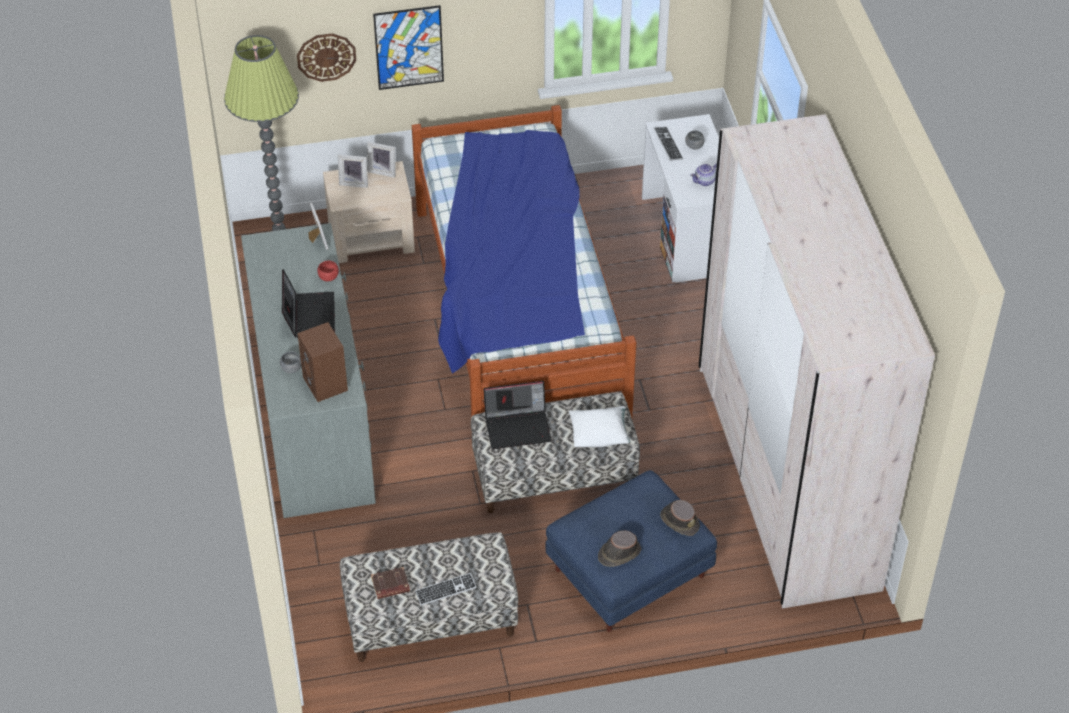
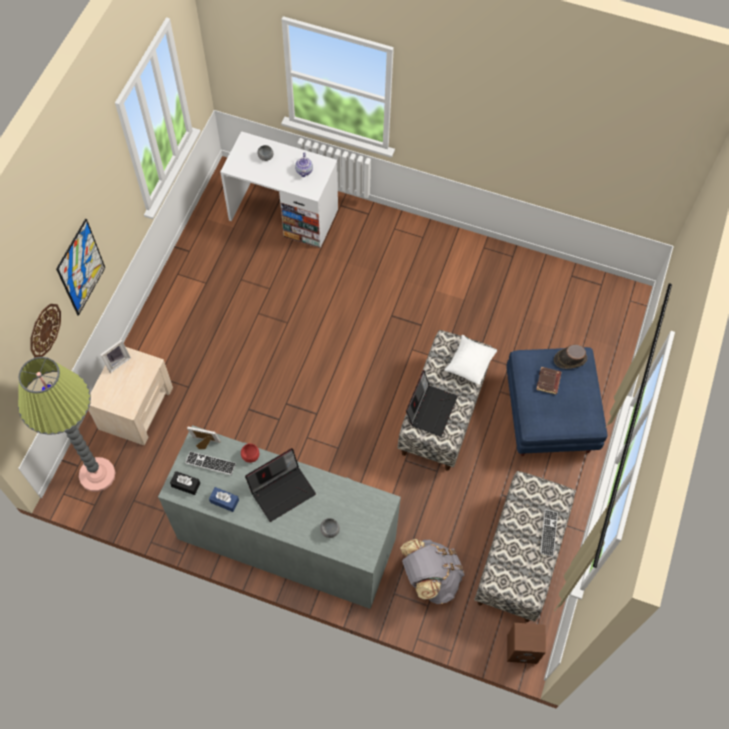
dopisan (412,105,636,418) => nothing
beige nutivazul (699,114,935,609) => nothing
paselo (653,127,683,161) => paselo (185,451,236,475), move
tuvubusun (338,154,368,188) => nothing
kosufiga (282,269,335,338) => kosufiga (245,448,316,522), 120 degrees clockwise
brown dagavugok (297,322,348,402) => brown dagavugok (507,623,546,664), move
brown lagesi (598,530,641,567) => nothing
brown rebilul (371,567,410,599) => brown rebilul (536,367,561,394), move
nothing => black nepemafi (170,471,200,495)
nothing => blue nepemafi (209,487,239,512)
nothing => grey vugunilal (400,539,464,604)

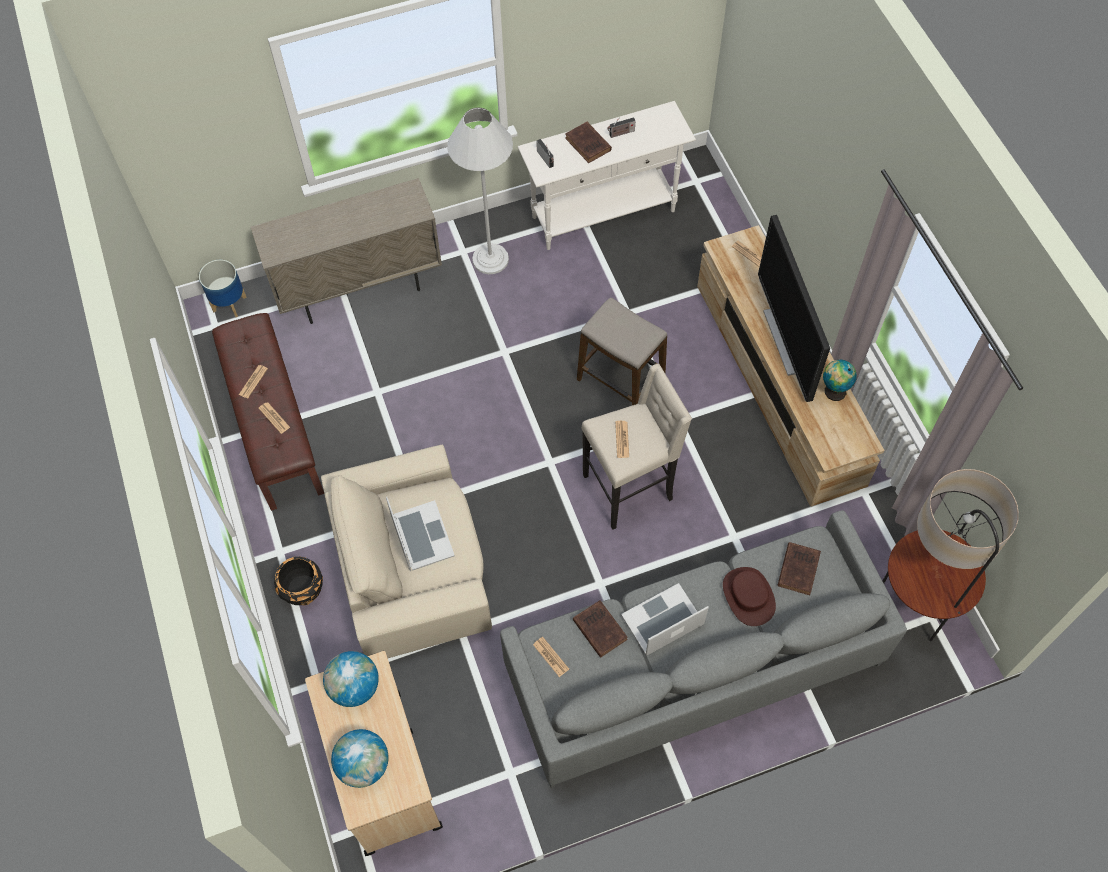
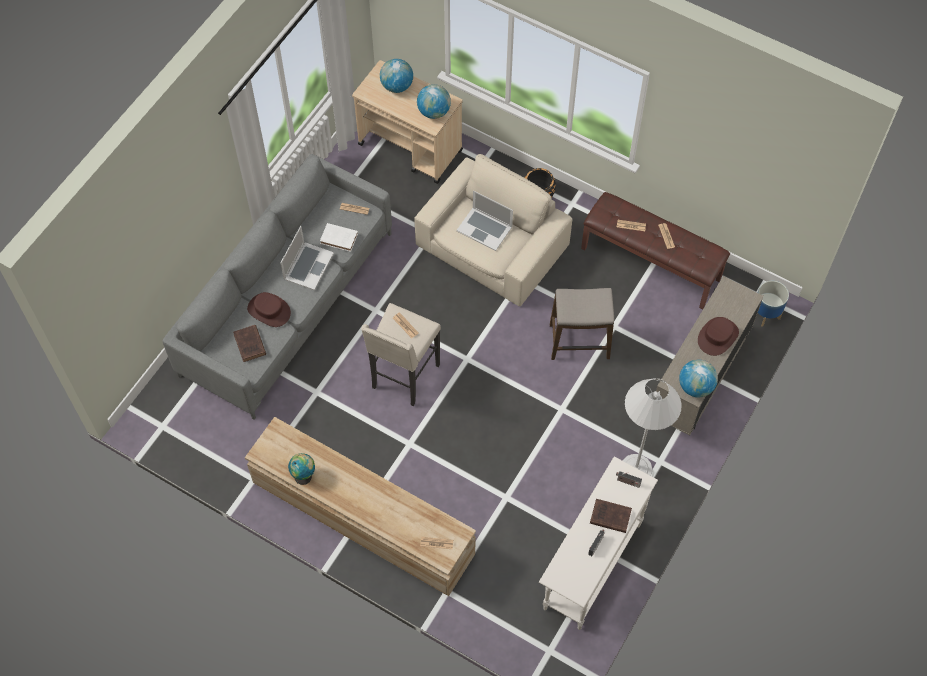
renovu (758,215,830,402) => nothing
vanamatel (577,298,667,405) => vanamatel (550,288,614,360), move
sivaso (882,469,1019,641) => nothing
brown rebilul (573,600,628,658) => white rebilul (320,223,358,252)
nothing => brown lagesi (698,317,739,356)
nothing => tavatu (679,360,718,397)

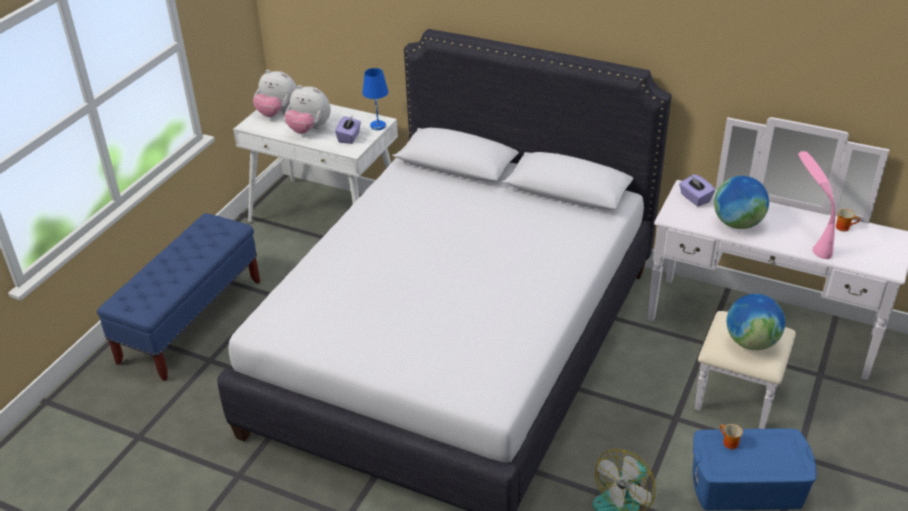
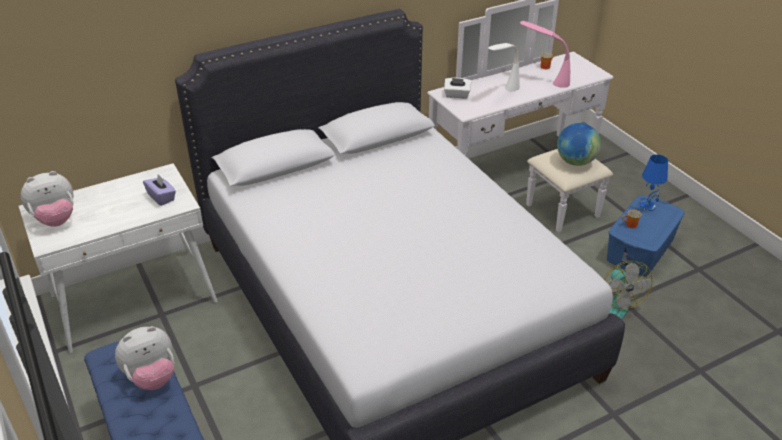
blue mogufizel (362,68,388,130) => blue mogufizel (640,154,668,211), move
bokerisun (284,85,331,134) => bokerisun (115,326,174,390), move
purple nepemafi (679,174,715,206) => white nepemafi (444,78,471,99)
tavatu (714,176,769,229) => white mogufizel (488,43,520,92)

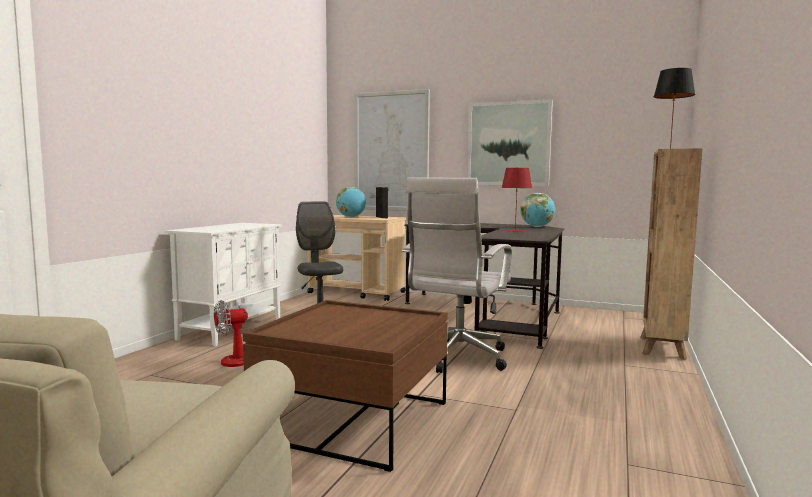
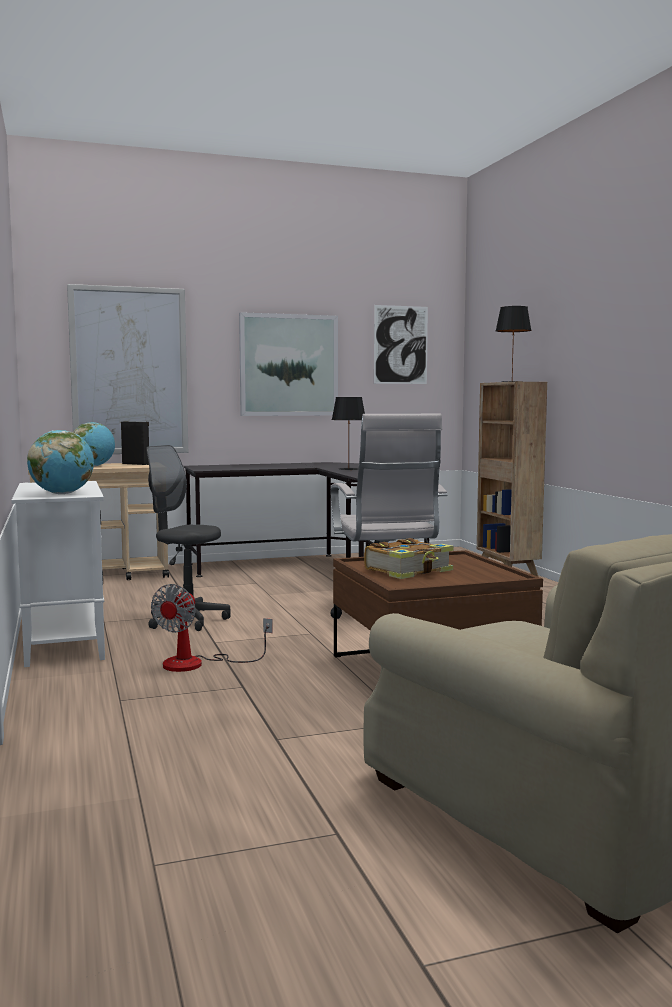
red mogufizel (502,168,532,232) => black mogufizel (332,397,365,470)
tavatu (520,193,555,227) => tavatu (27,430,94,494), move
nothing => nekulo (374,305,428,384)
nothing => rebilul (364,538,454,579)

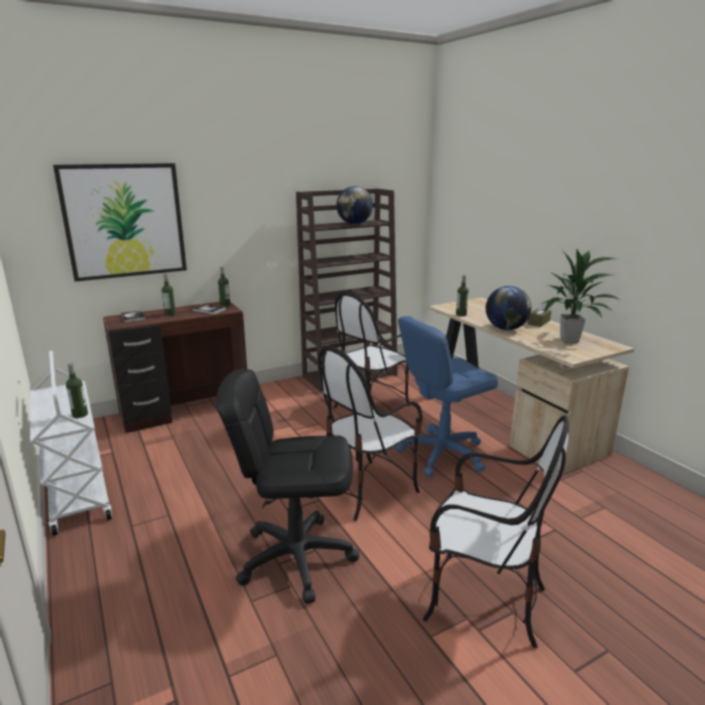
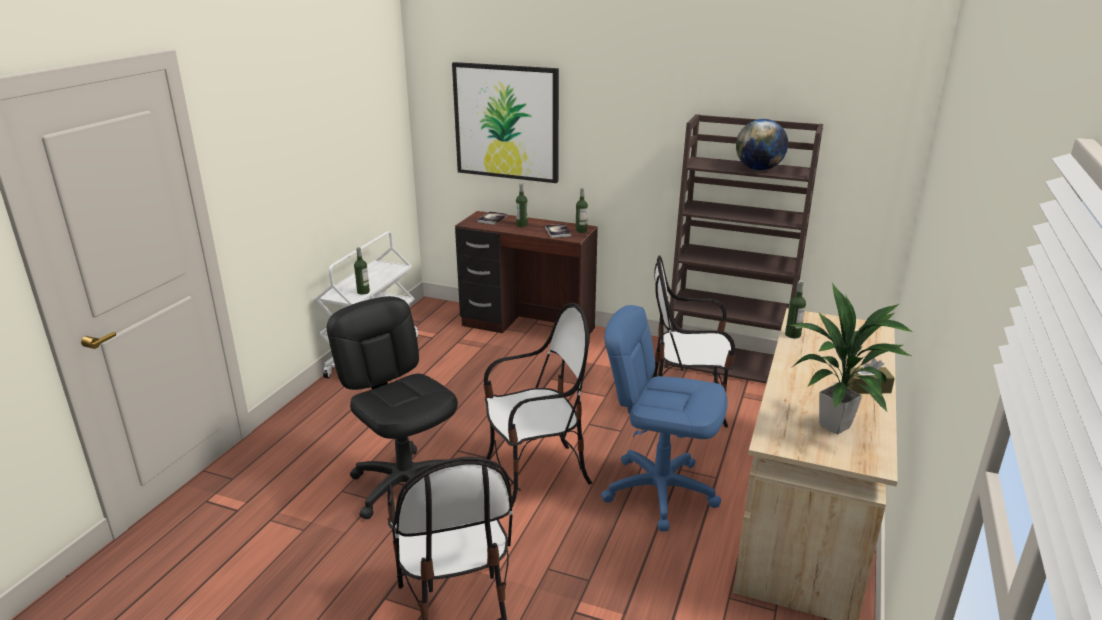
tavatu (486,286,531,330) => nothing
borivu (318,346,423,521) => borivu (483,303,592,507), 150 degrees clockwise

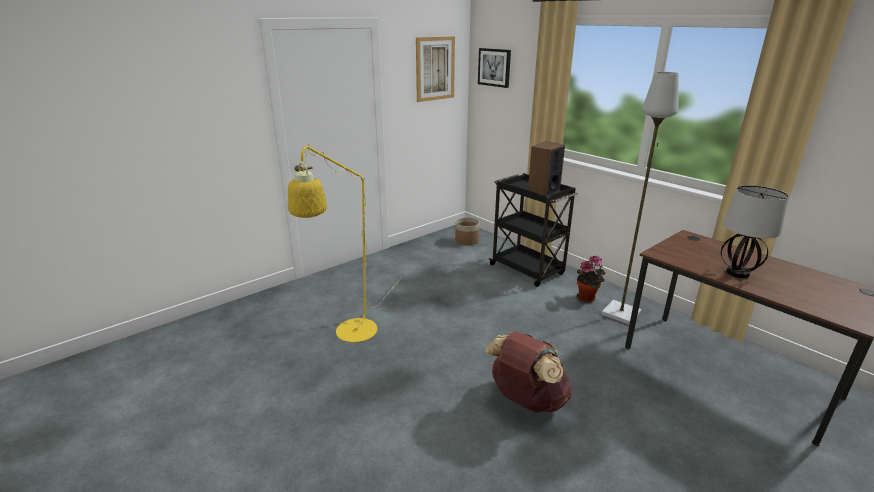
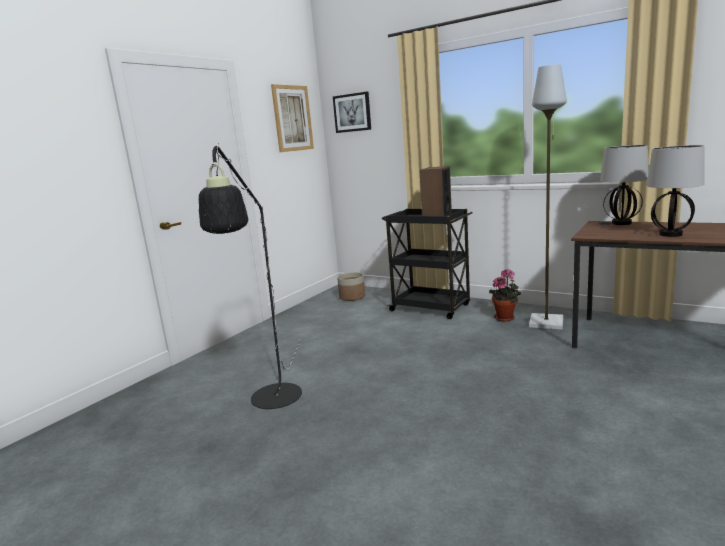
yellow sivaso (288,144,401,342) => black sivaso (199,143,302,409)
brown vugunilal (485,332,572,412) => nothing
nothing => mogufizel (600,145,649,225)

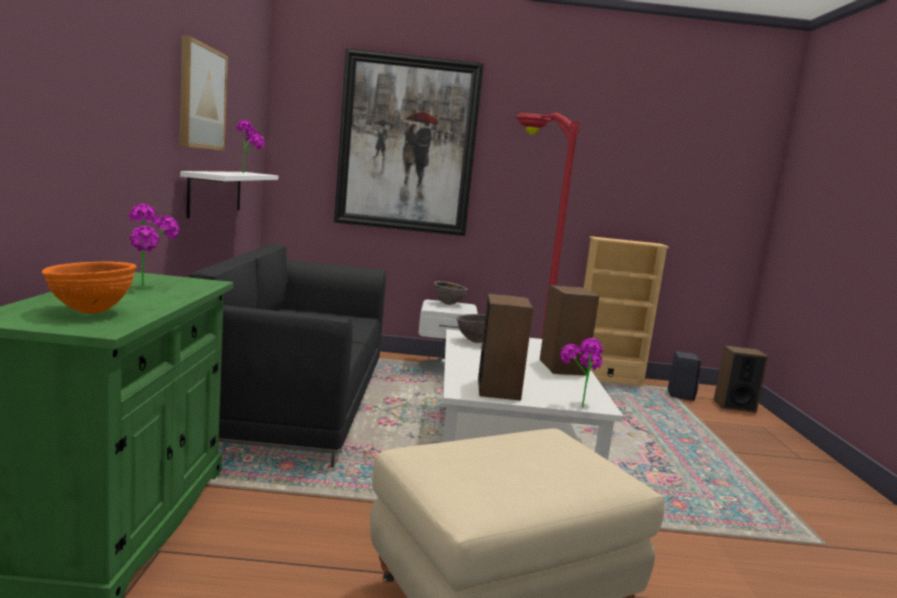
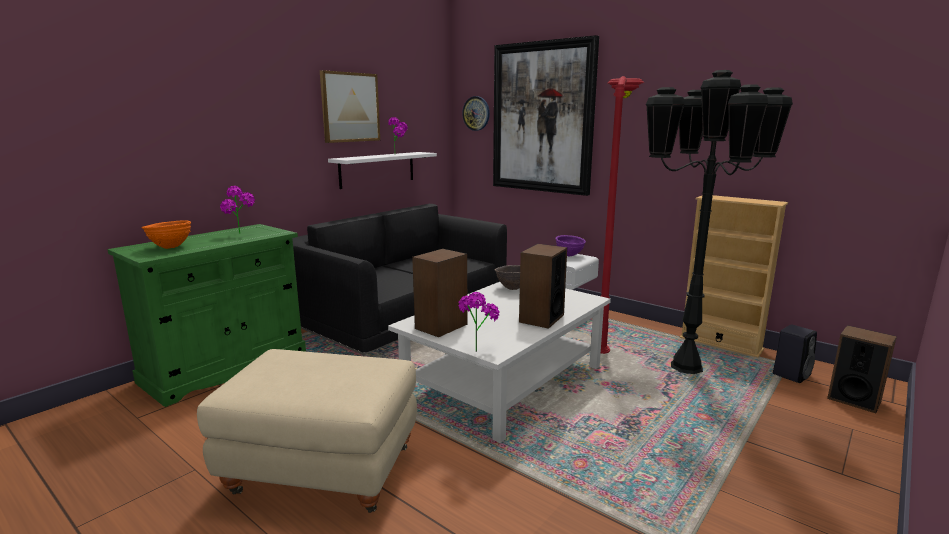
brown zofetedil (434,281,468,305) => purple zofetedil (555,235,586,256)
nothing => black sivaso (646,70,793,374)
nothing => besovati (462,96,490,131)

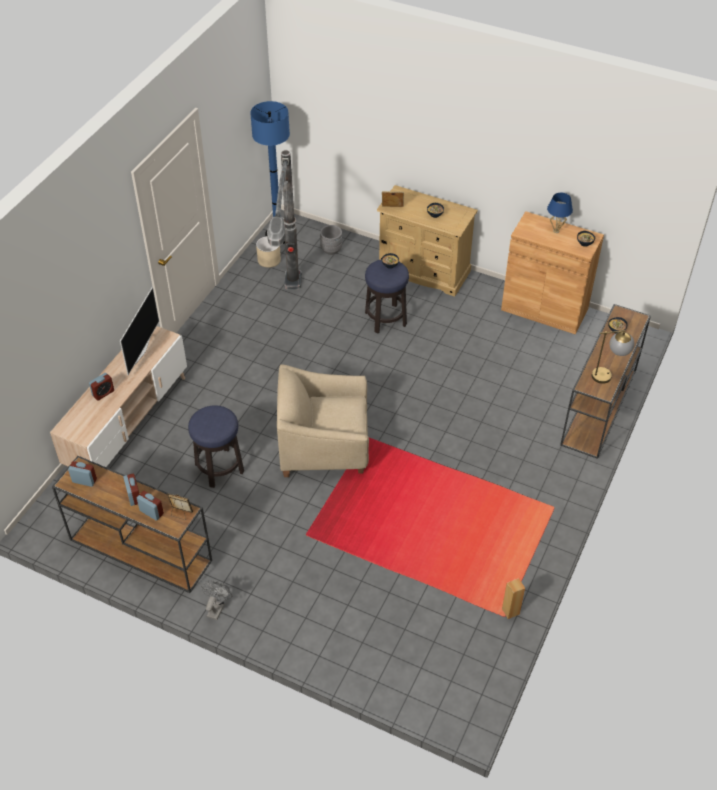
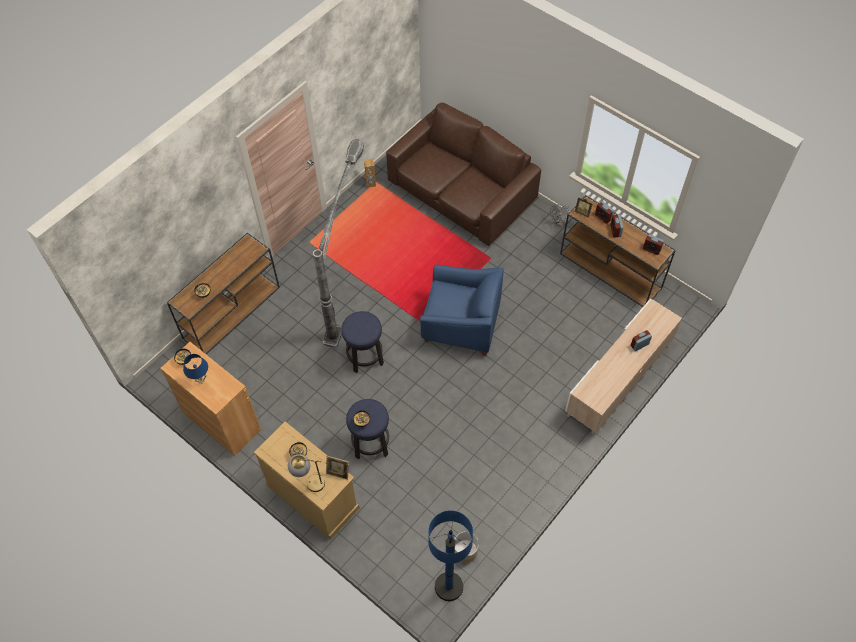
sivaso (267,150,302,290) => sivaso (313,139,364,348), move
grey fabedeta (320,225,342,255) => nothing
renovu (120,287,159,375) => nothing
mogufizel (592,330,634,384) => mogufizel (288,454,325,492), move
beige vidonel (277,364,369,477) => blue vidonel (420,264,504,356)
vanamatel (188,405,244,488) => vanamatel (341,311,384,373), move
nothing => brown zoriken (386,103,541,246)

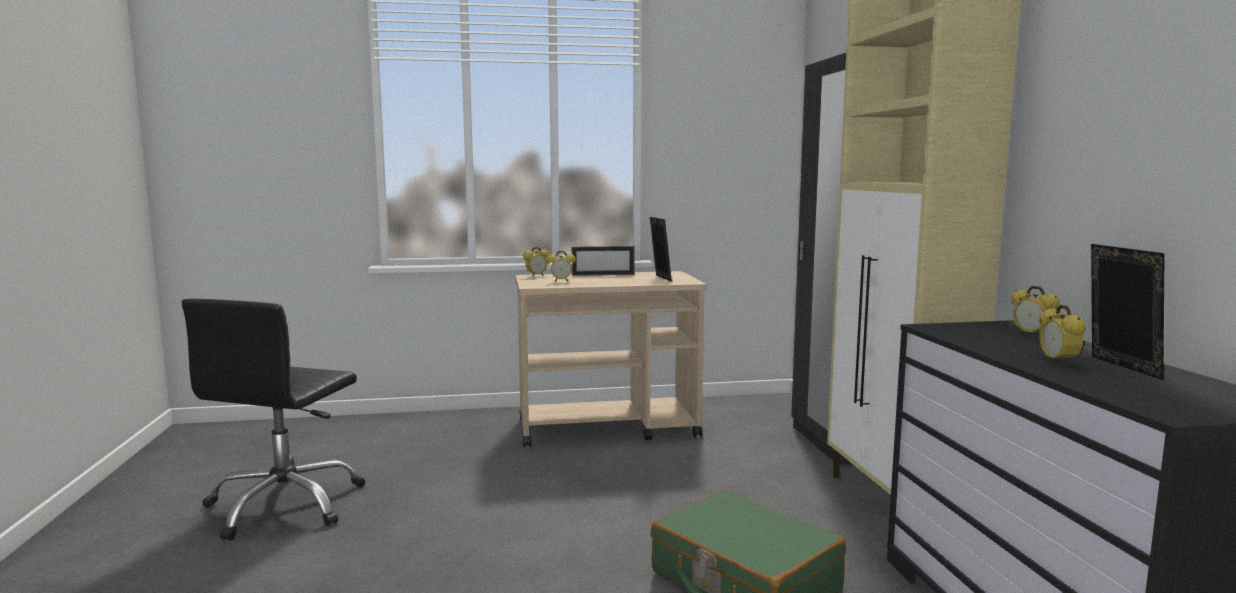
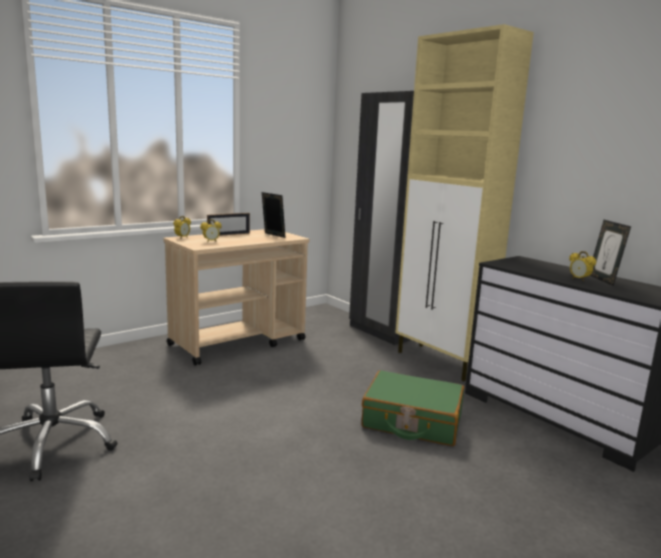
tuvubusun (1091,244,1165,380) => tuvubusun (590,220,631,286), 150 degrees counterclockwise
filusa (1011,286,1060,338) => nothing

